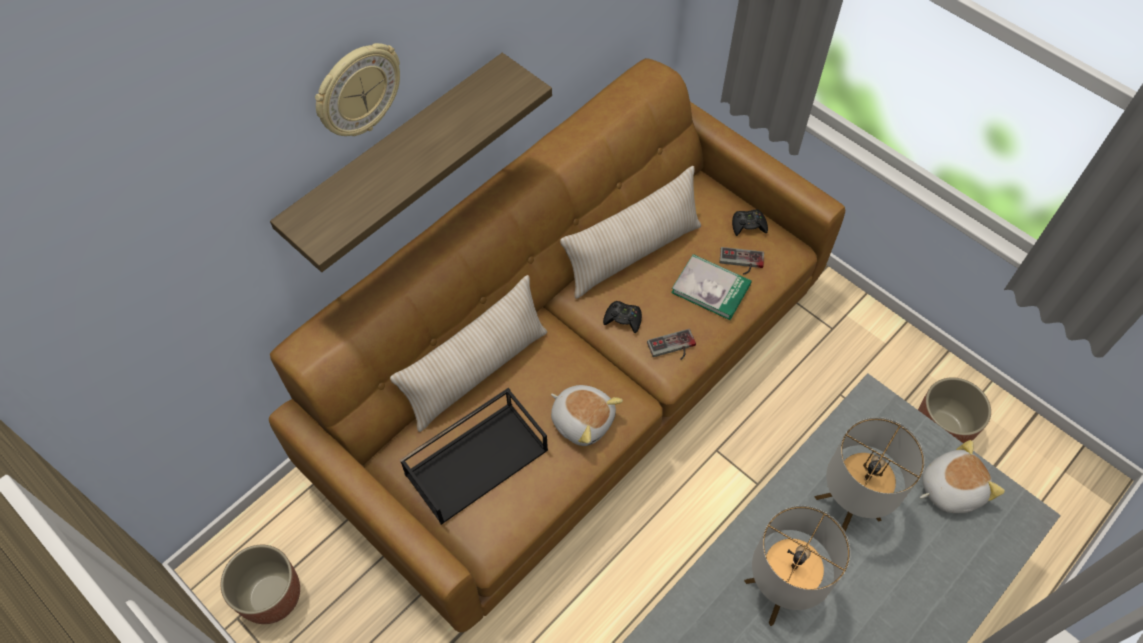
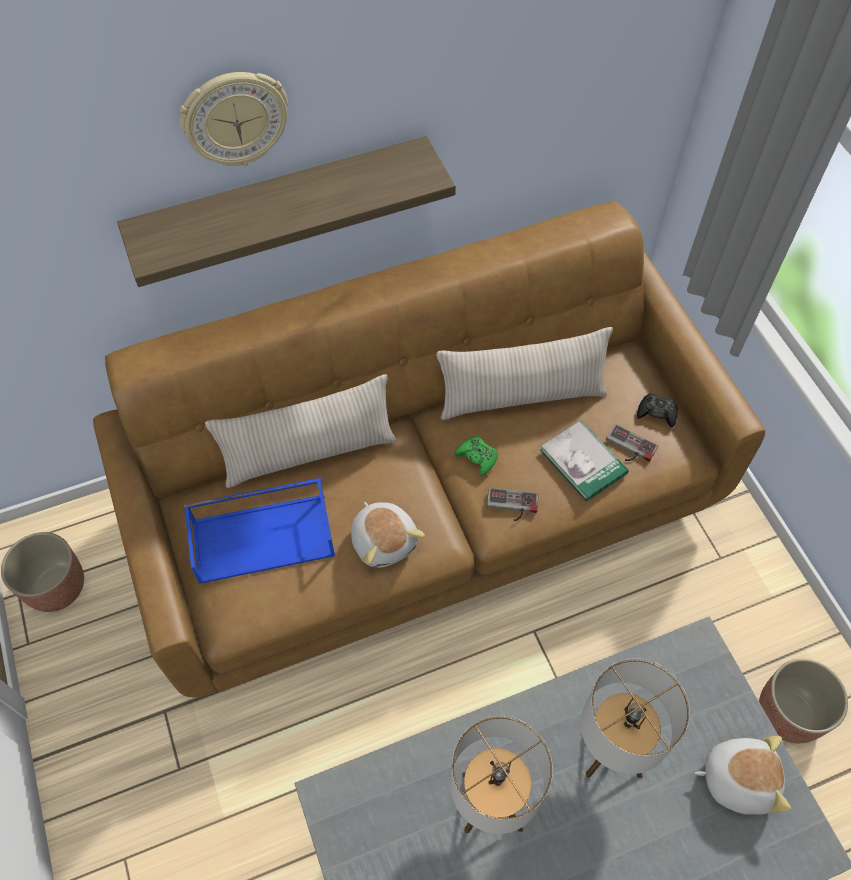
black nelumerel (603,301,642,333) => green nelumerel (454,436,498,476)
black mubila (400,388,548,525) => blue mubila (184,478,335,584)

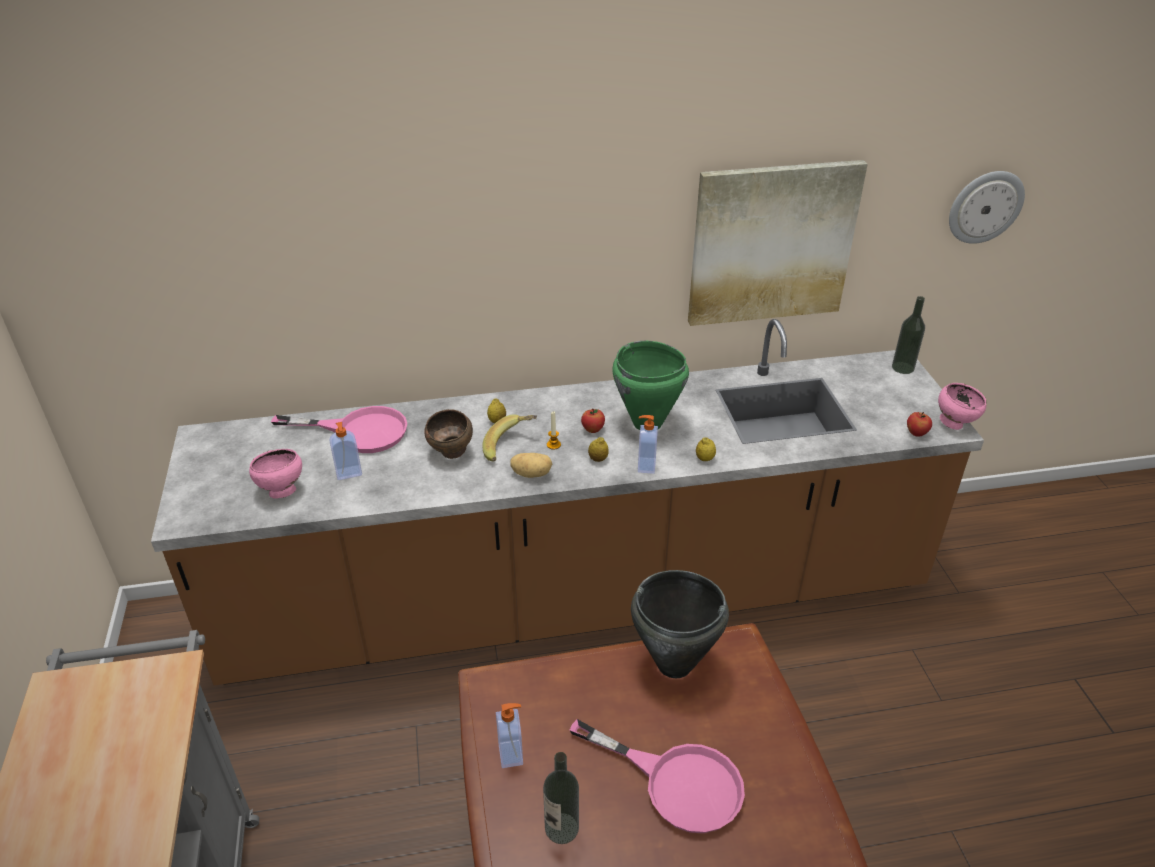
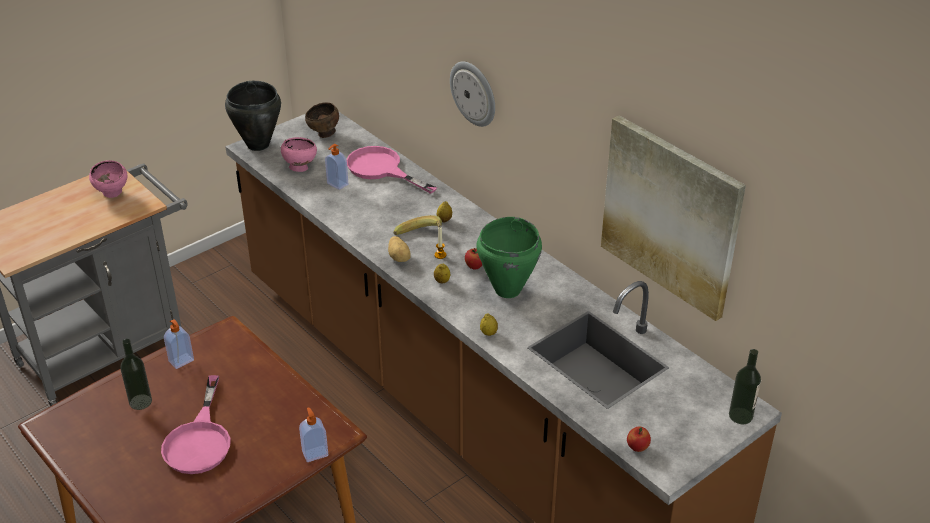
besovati (949,171,1025,244) => besovati (450,61,495,127), move
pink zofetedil (938,383,987,430) => pink zofetedil (89,160,127,198), move
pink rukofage (271,406,407,453) => pink rukofage (346,146,437,194), 150 degrees clockwise
brown zofetedil (424,409,473,459) => brown zofetedil (305,102,339,138), move
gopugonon (638,415,658,474) => gopugonon (299,407,328,462), move
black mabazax (631,570,729,678) => black mabazax (225,81,281,151), move

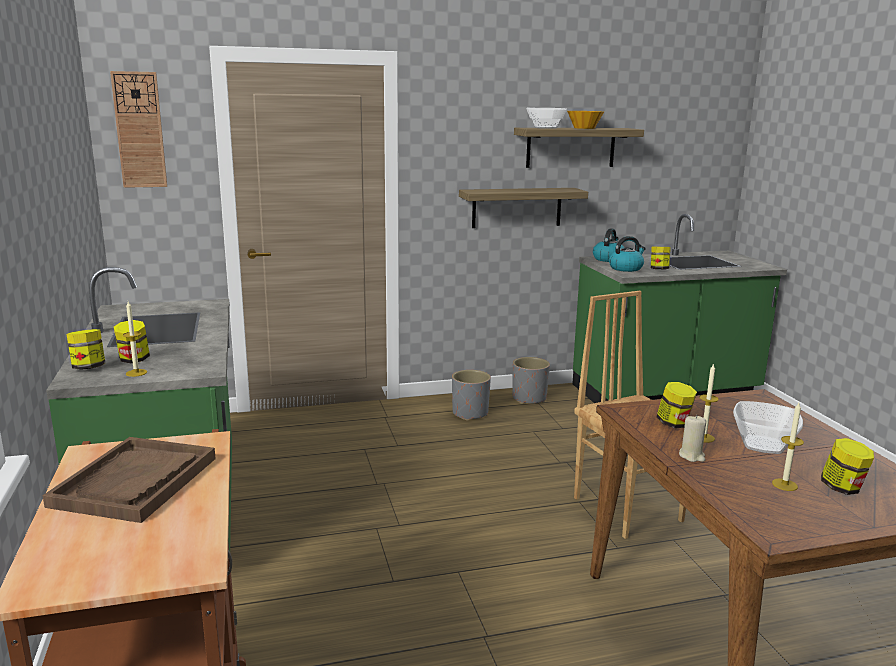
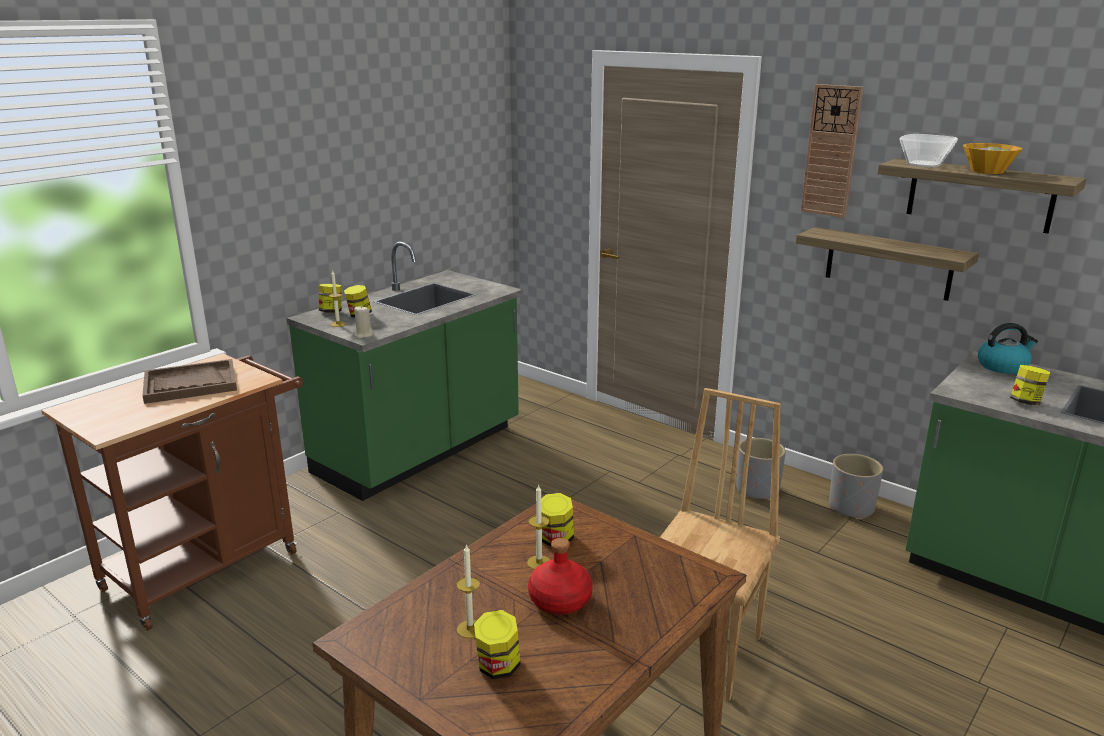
besovati (110,71,167,188) => besovati (801,84,863,218), move
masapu (609,236,646,272) => nothing
zofetedil (733,401,803,454) => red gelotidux (528,538,593,615)
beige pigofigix (679,415,707,462) => beige pigofigix (354,306,374,339), move

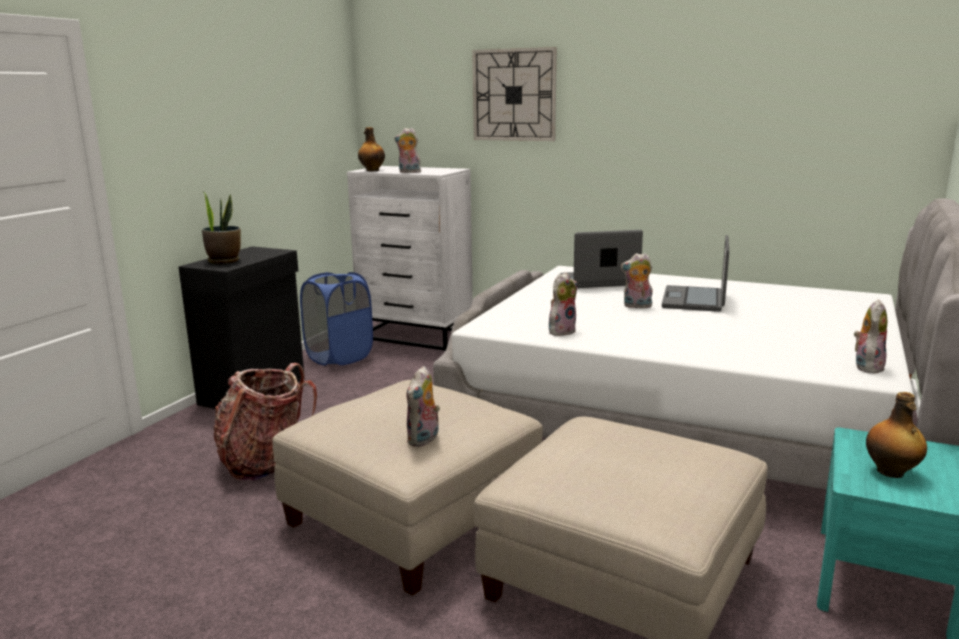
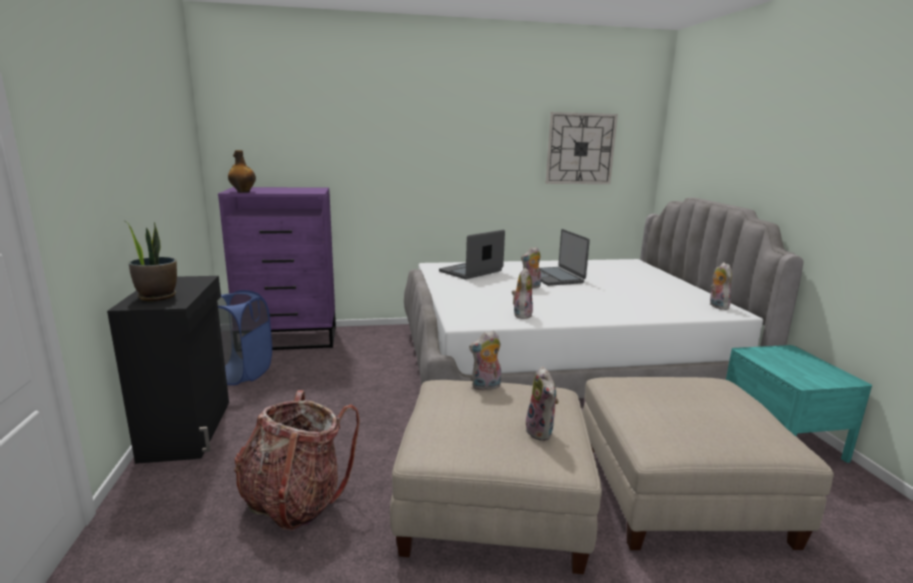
besovati (472,47,557,141) => besovati (546,112,618,184), move
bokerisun (394,128,421,173) => bokerisun (469,330,501,390), move
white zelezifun (347,166,473,351) => purple zelezifun (218,187,336,350)
gelotidux (866,392,927,478) => nothing

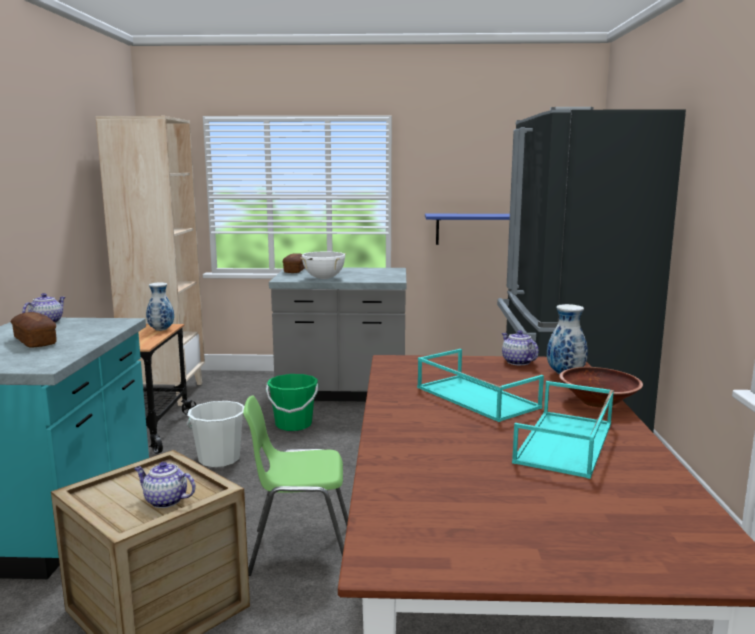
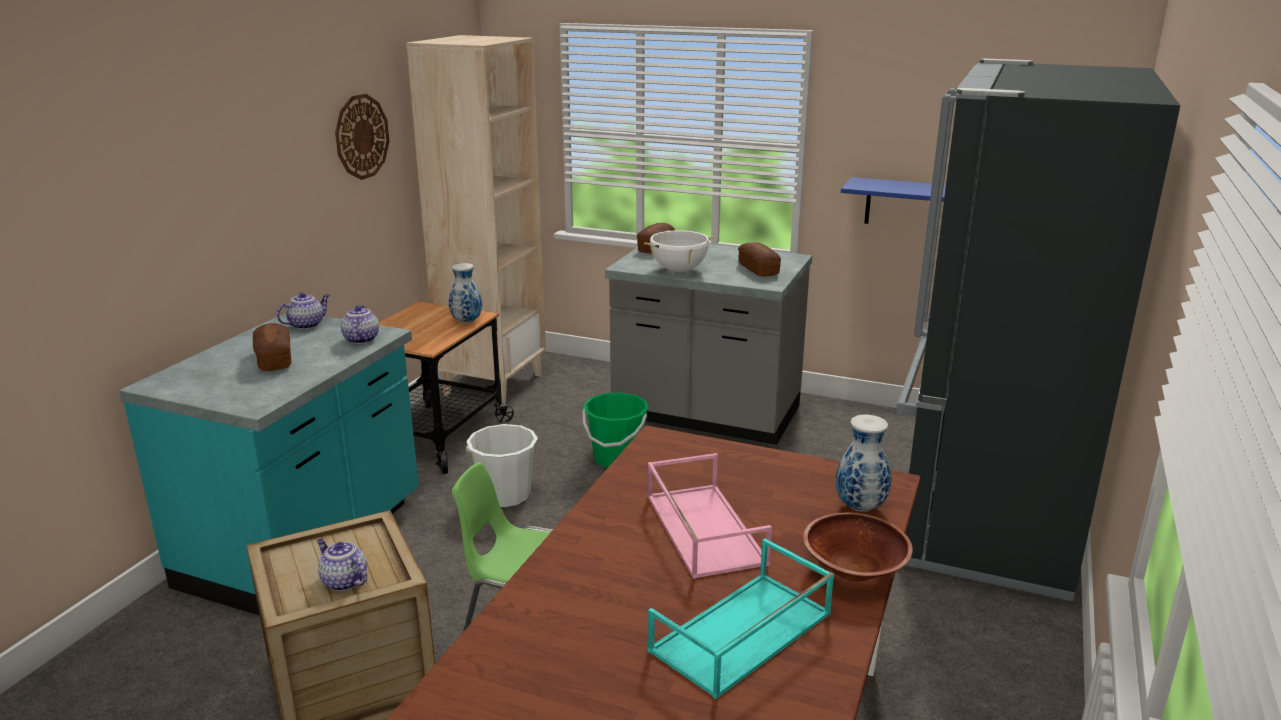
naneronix (502,330,539,365) => naneronix (341,305,379,344), move
turquoise mubila (417,349,544,422) => pink mubila (648,453,772,579)
nothing => besovati (335,94,389,180)
nothing => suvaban (738,242,781,276)

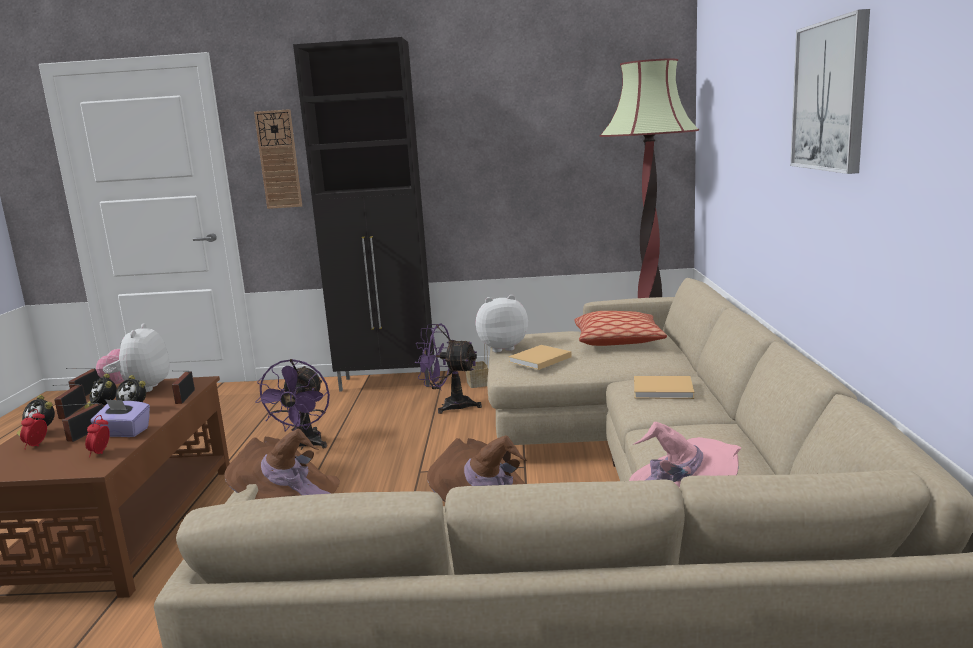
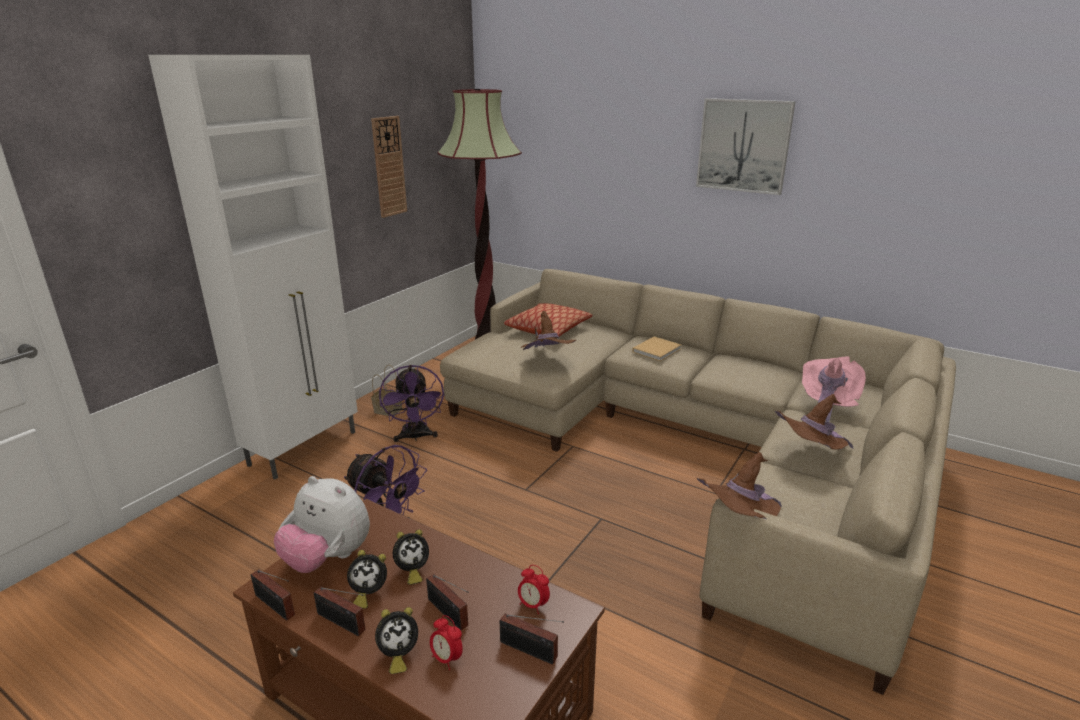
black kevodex (293,37,434,392) => white kevodex (148,55,358,480)
besovati (254,109,302,209) => besovati (371,116,407,218), move
bokerisun (476,295,528,352) => nothing
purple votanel (415,324,482,414) => purple votanel (379,365,445,442), 60 degrees counterclockwise
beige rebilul (508,345,572,370) => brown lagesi (521,311,576,350)
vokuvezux (172,371,195,404) => vokuvezux (500,614,564,665), move
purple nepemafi (91,399,150,437) => nothing

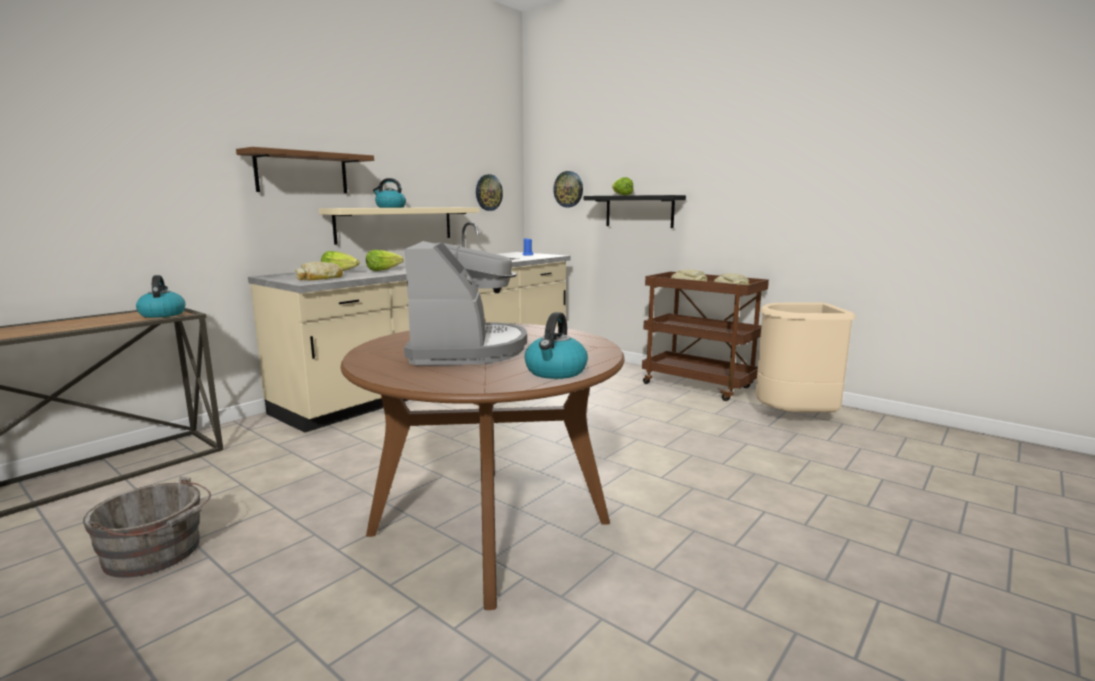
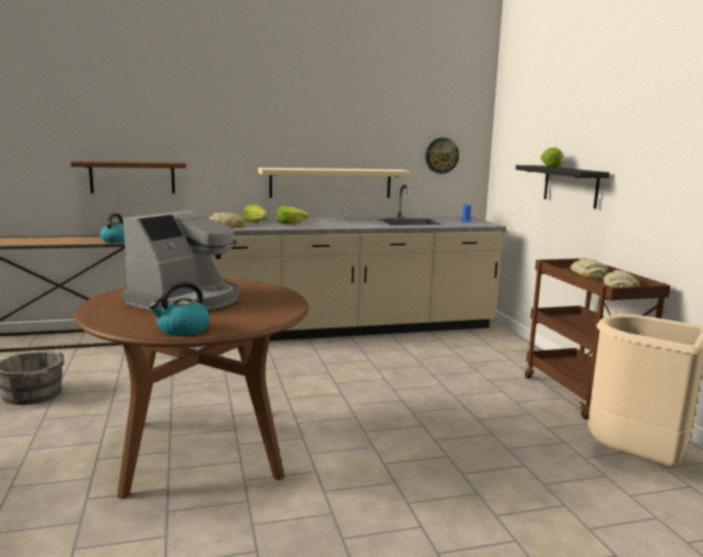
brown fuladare (236,147,374,193) => brown fuladare (71,161,186,194), move
besovati (553,171,583,207) => nothing
masapu (373,178,406,208) => nothing

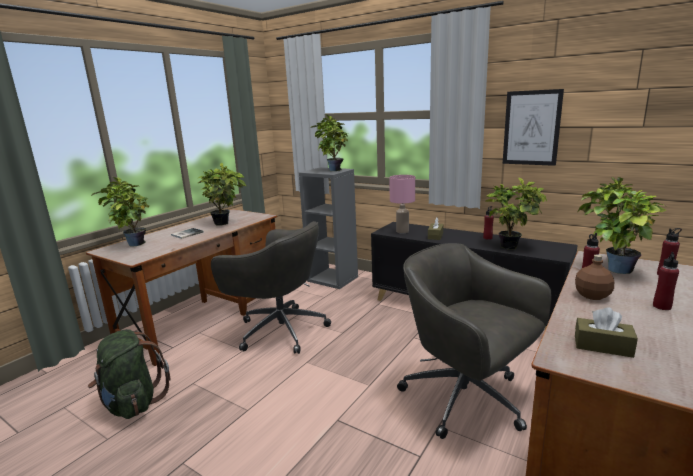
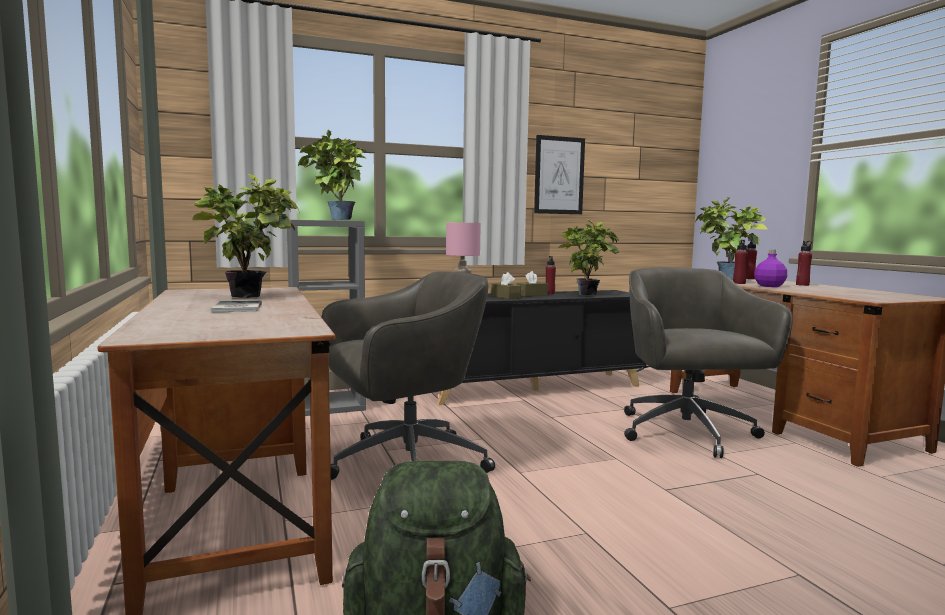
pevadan (91,177,149,247) => nothing
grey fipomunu (397,243,552,439) => grey fipomunu (624,268,793,458), 90 degrees clockwise
brown gelotidux (575,255,614,300) => purple gelotidux (754,250,787,287)
brown nepemafi (575,307,638,358) => brown nepemafi (517,271,548,297), move

